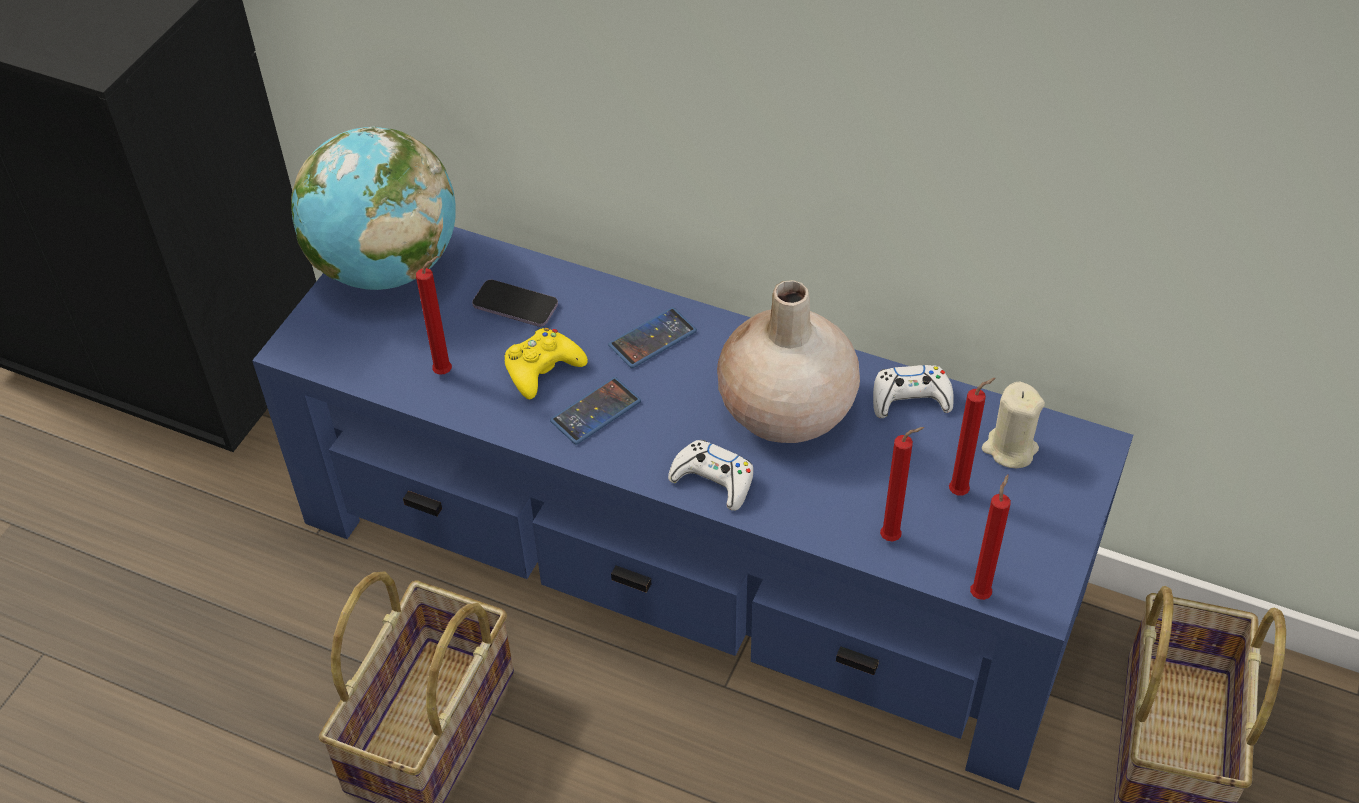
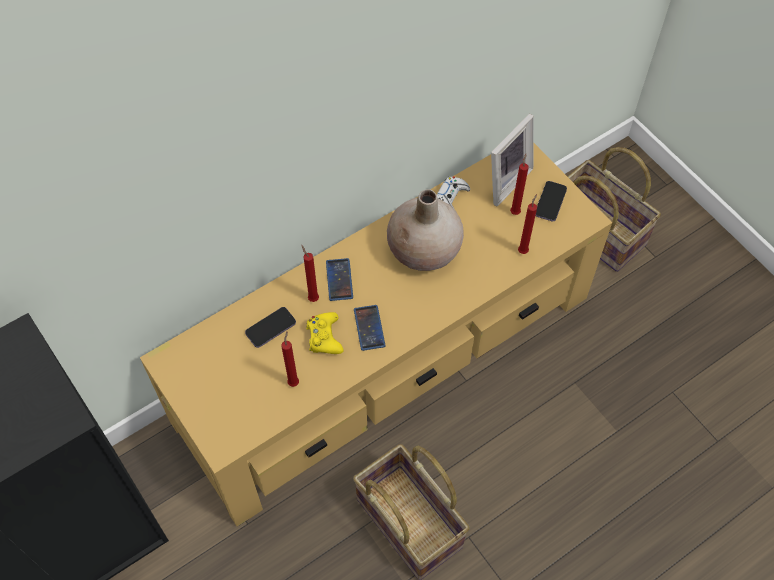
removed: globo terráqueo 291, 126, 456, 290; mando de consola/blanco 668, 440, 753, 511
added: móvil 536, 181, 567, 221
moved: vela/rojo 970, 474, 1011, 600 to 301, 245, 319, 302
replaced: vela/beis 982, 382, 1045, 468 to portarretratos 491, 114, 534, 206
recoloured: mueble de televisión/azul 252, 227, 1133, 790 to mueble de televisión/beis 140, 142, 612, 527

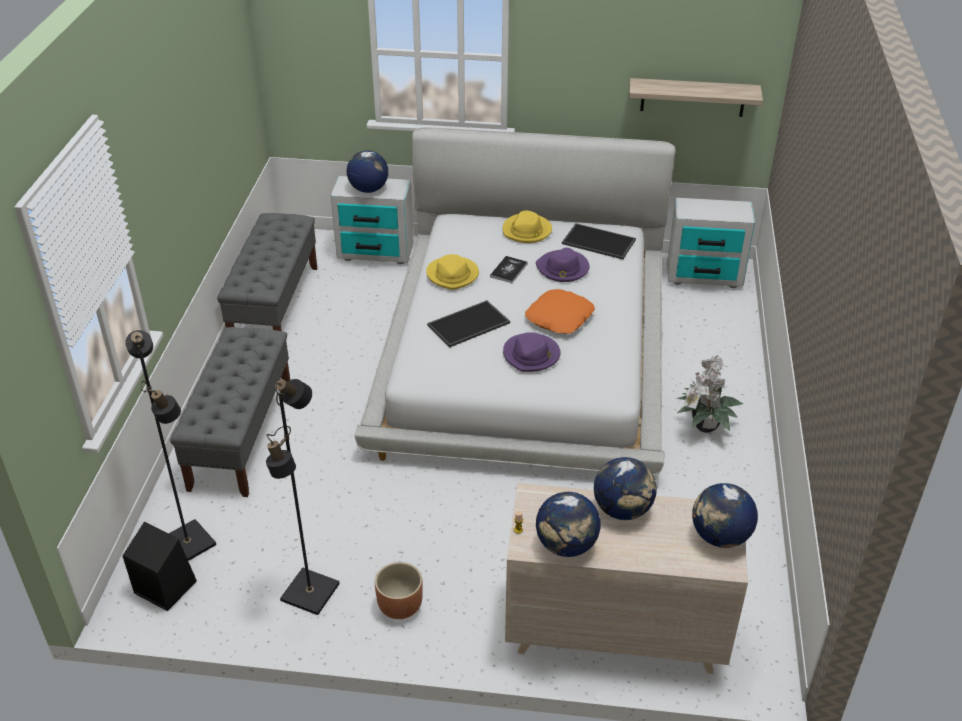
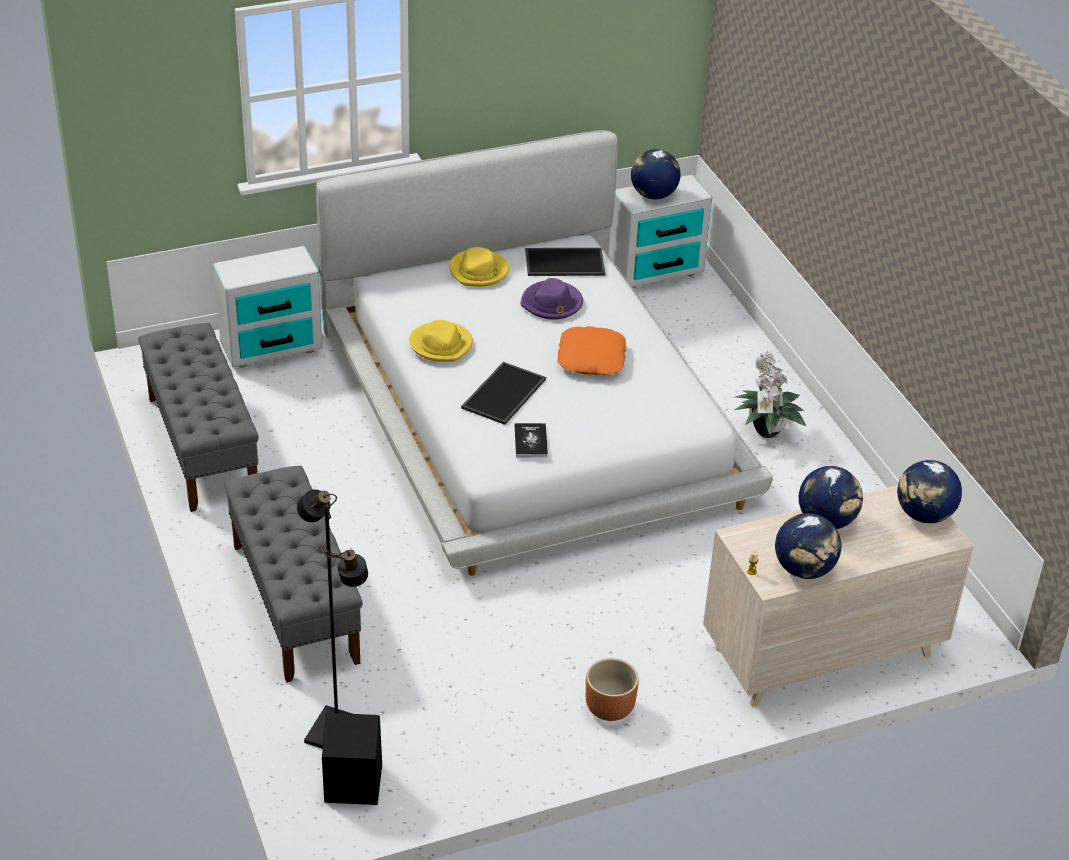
removed: lámpara de pie/negro 266, 379, 340, 615; sombrero/morado 503, 332, 561, 372; estante 629, 78, 763, 117
moved: globo terráqueo 347, 150, 388, 193 to 631, 149, 681, 200; libro 490, 256, 528, 283 to 515, 423, 548, 457

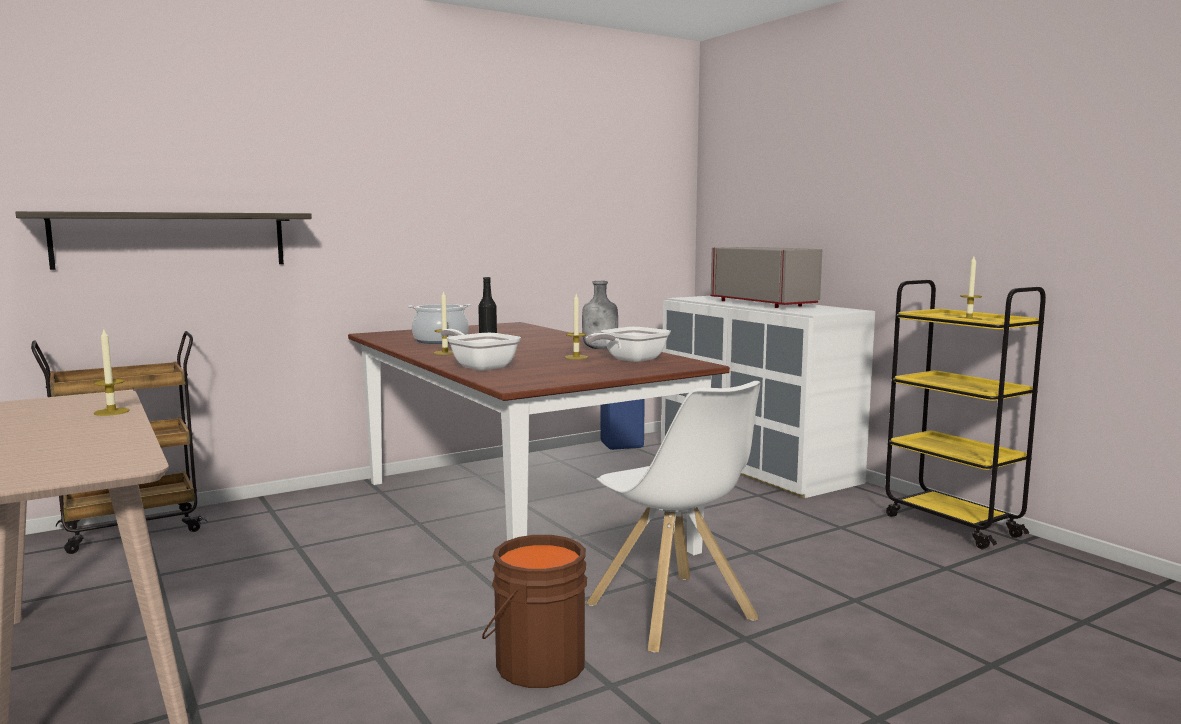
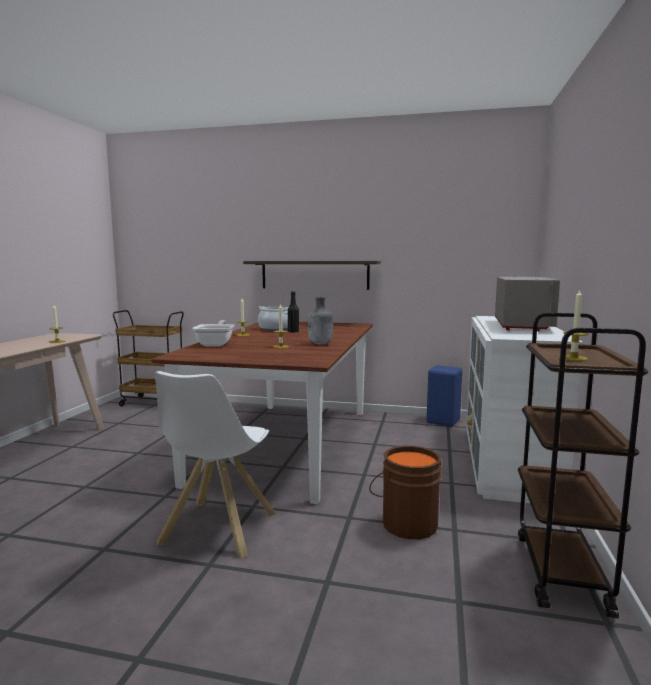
removed: sartén 585, 327, 671, 362
moved: estante 15, 211, 312, 270 to 243, 261, 380, 290; cubo/marrón 482, 535, 587, 688 to 369, 445, 442, 539
recoloured: carrito/amarillo 885, 280, 1046, 549 to carrito/marrón 518, 313, 648, 618

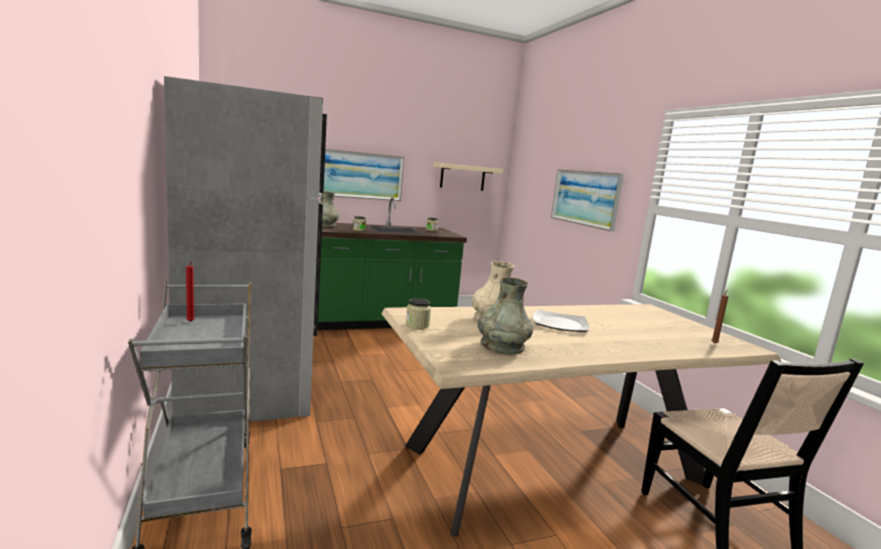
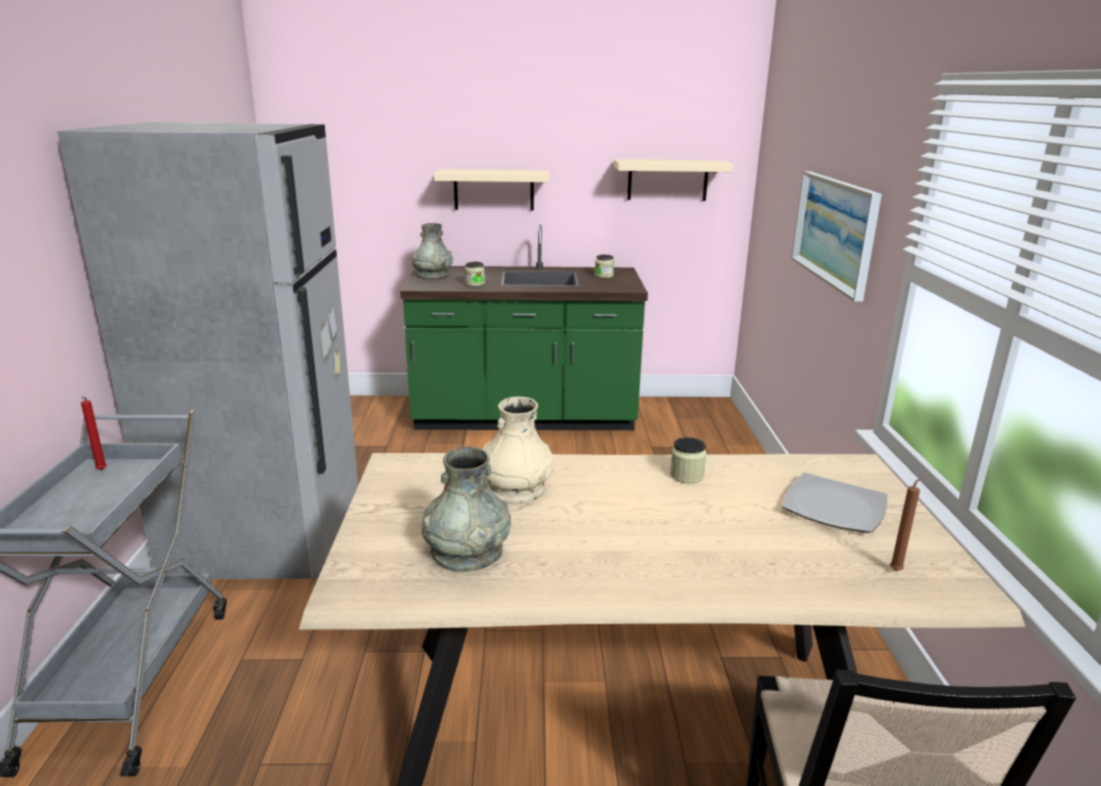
moved: tarro 406, 298, 431, 329 to 670, 437, 706, 483; plato 533, 309, 589, 332 to 782, 473, 888, 533
replaced: cuadro 319, 149, 404, 201 to estante/beis 434, 169, 550, 211

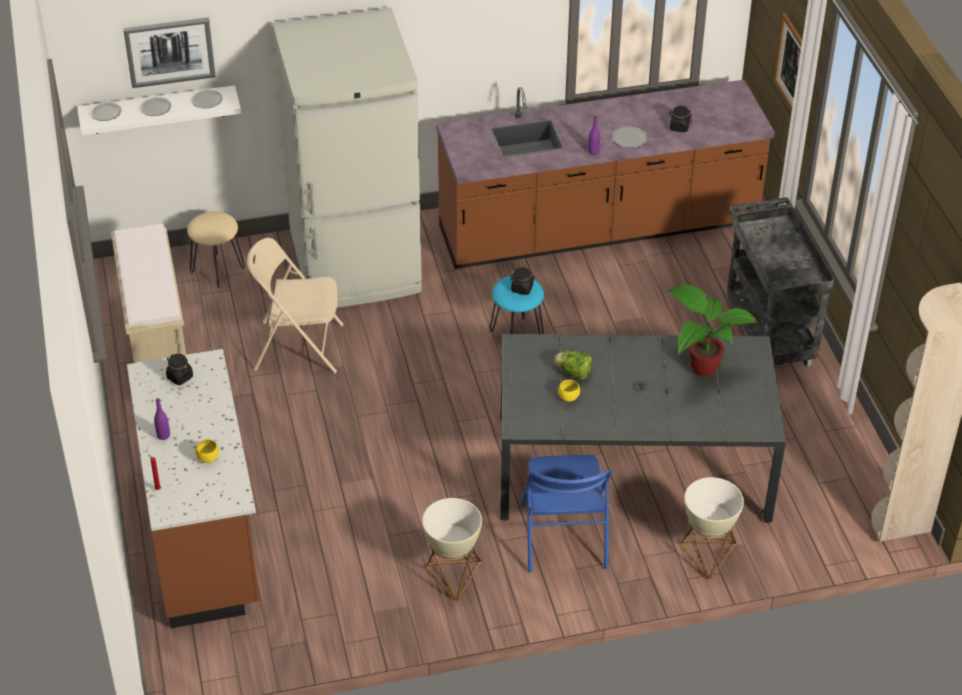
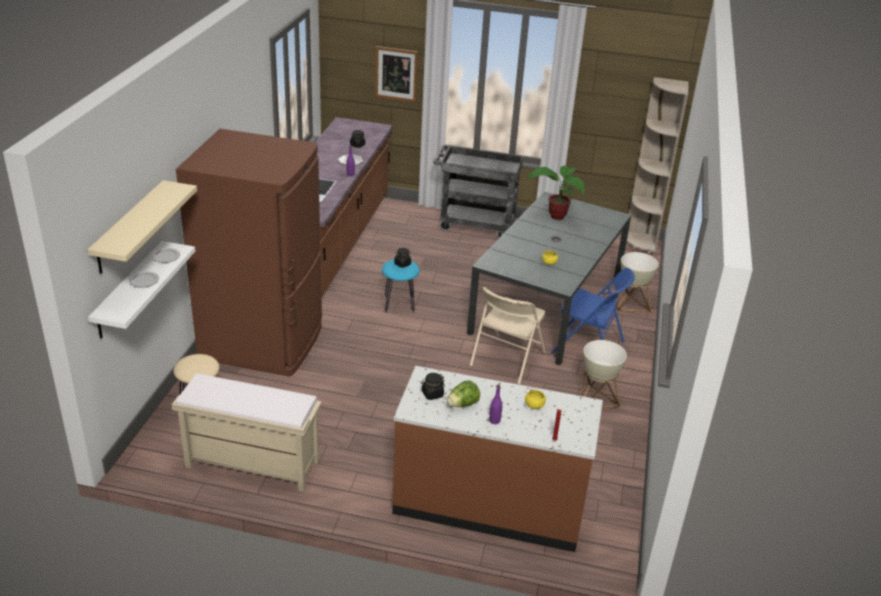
removed: plato 90, 102, 122, 121
moved: silla/beis 247, 238, 343, 374 to 469, 287, 546, 384; lechuga 554, 351, 592, 380 to 447, 380, 480, 407
replaced: cuadro 123, 17, 216, 88 to estante/beis 88, 180, 197, 274
recoloured: nevera/blanco 272, 8, 422, 307 to nevera/marrón 176, 129, 322, 377

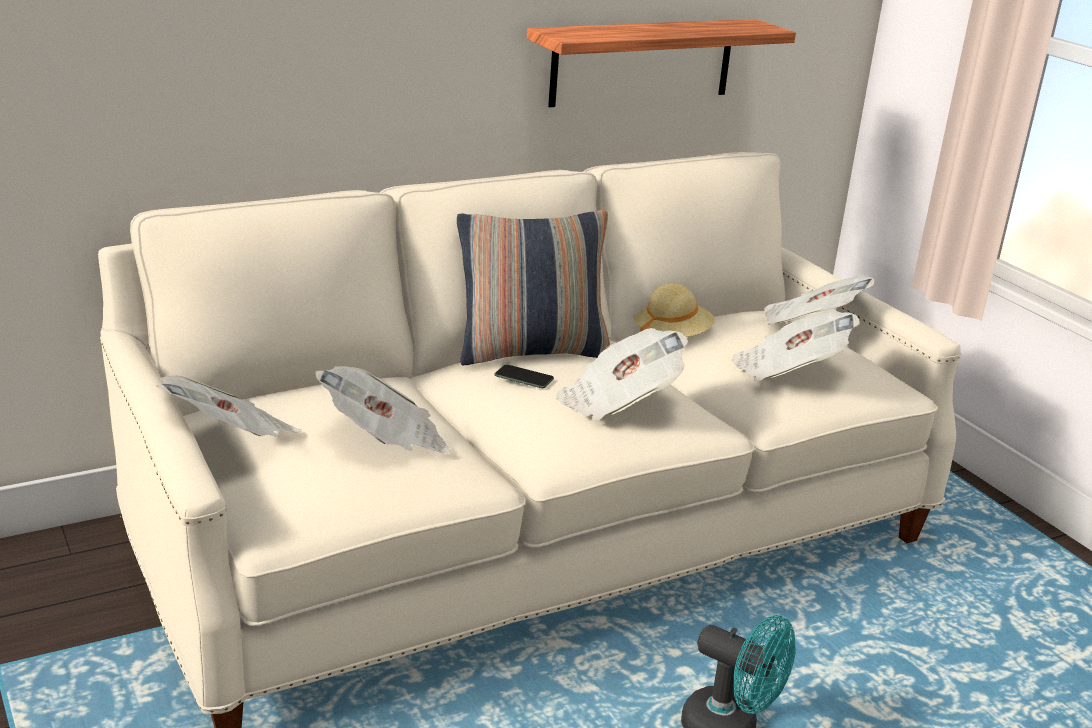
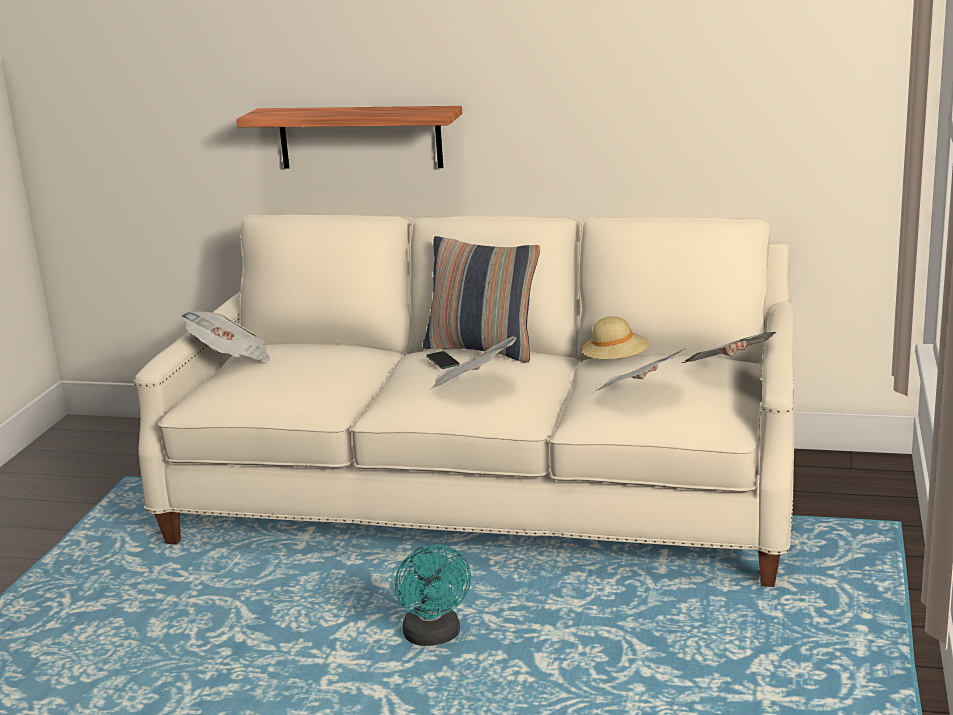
removed: periódico 315, 366, 451, 453
moved: estante 527, 19, 796, 107 to 236, 106, 462, 168

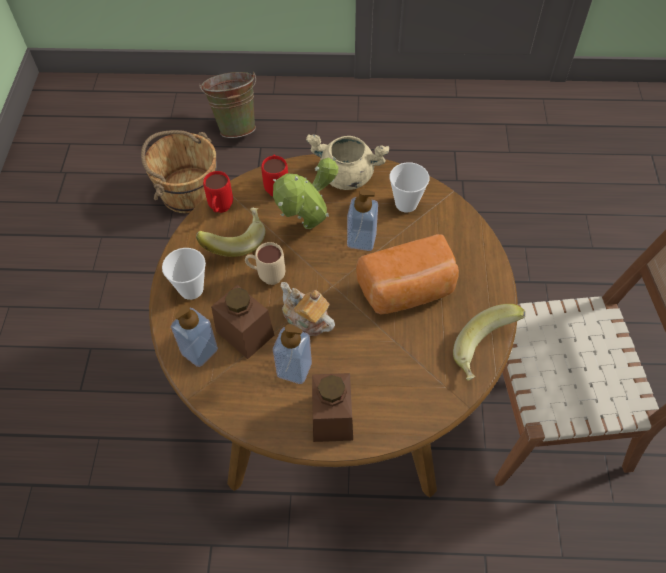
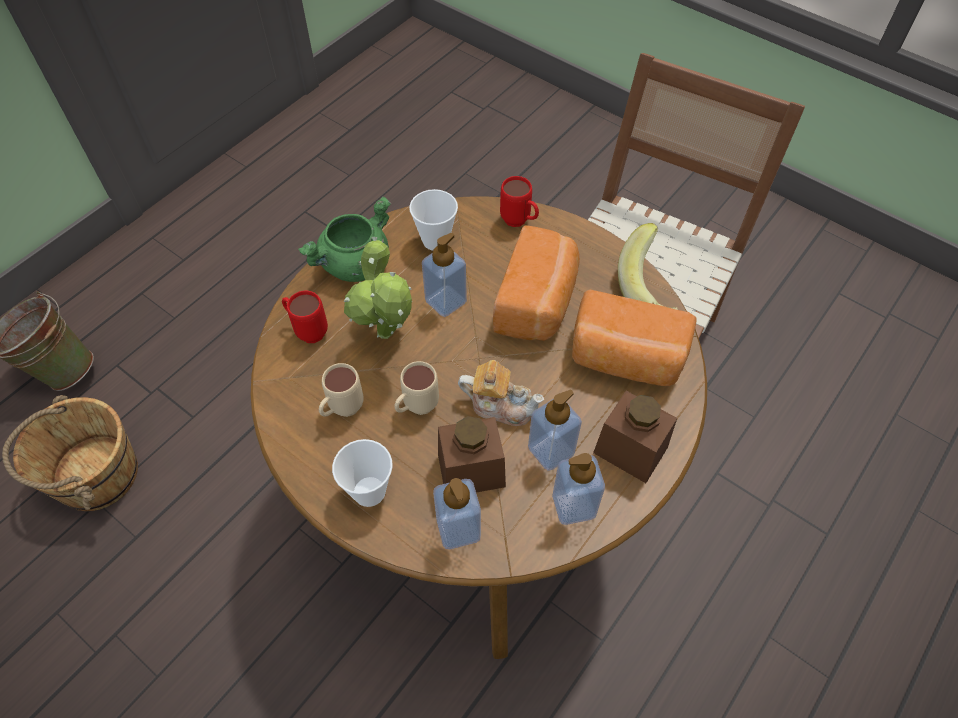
added: dispensador de jabón 552, 453, 605, 525; pan 572, 289, 697, 386
moved: taza grande/rojo 203, 171, 233, 213 to 500, 176, 539, 227
replaced: plátano 196, 208, 265, 257 to taza grande/beis 319, 363, 364, 417
recoloured: olla/beis 306, 134, 389, 190 to olla/verde 298, 196, 391, 282
turned: tetera 280, 282, 335, 336 = 458, 360, 544, 426 150 degrees counterclockwise

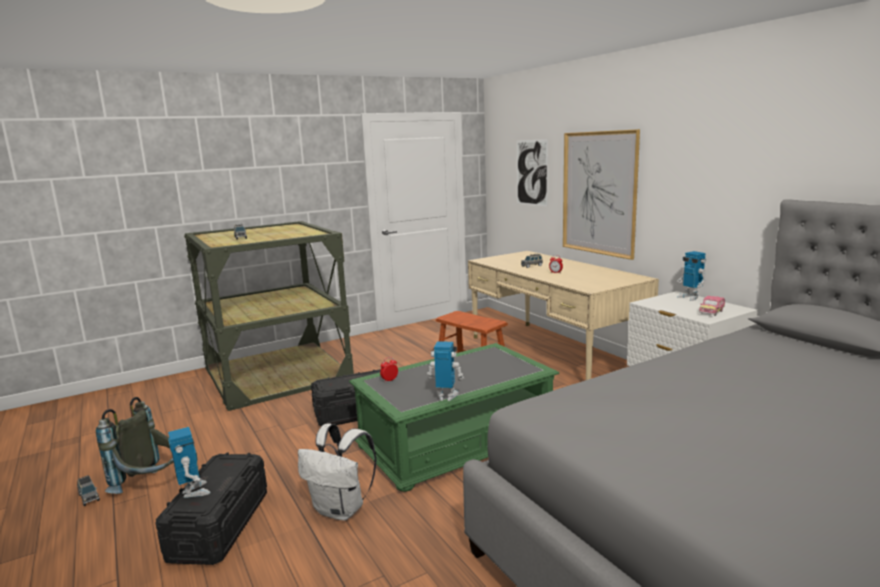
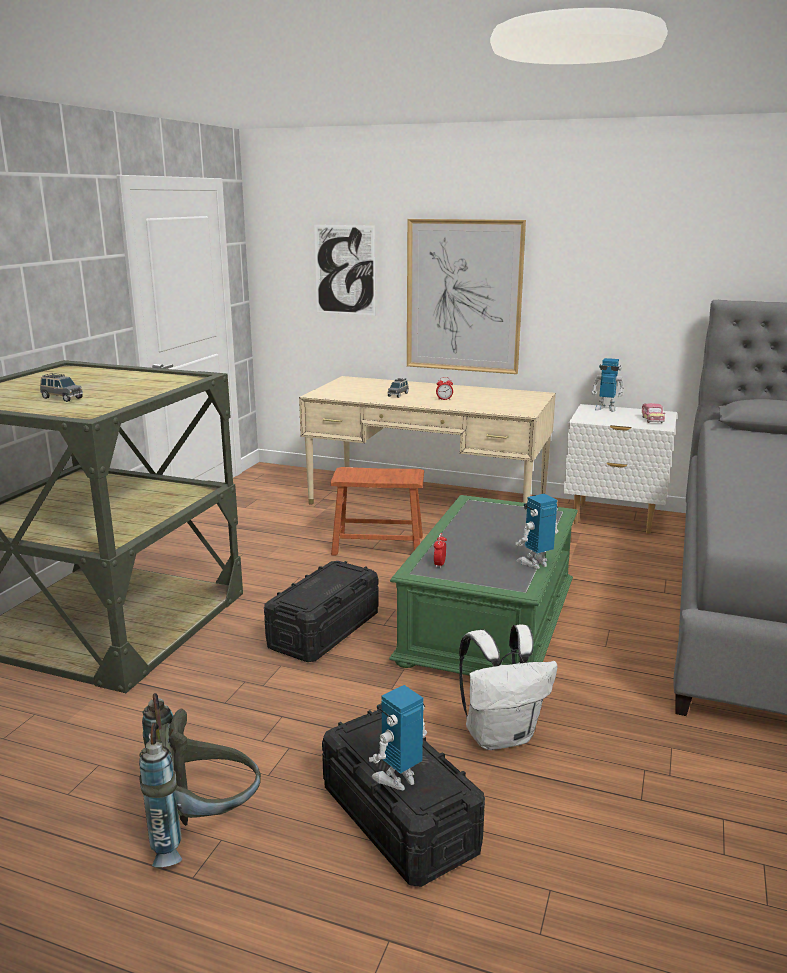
removed: coche de juguete/gris 77, 475, 100, 506
turned: robot de juguete 168, 427, 211, 498 = 369, 685, 427, 790 60 degrees counterclockwise

